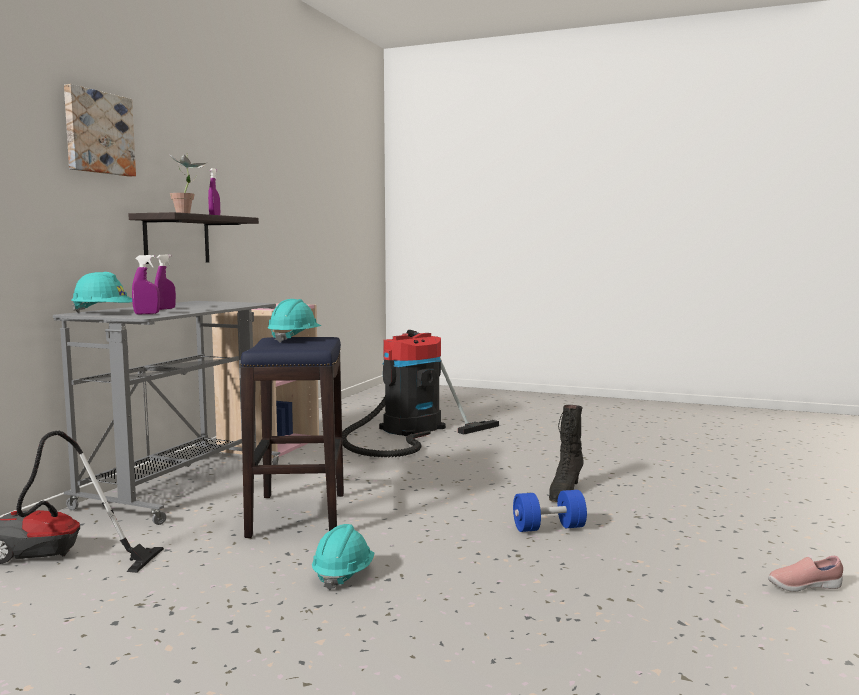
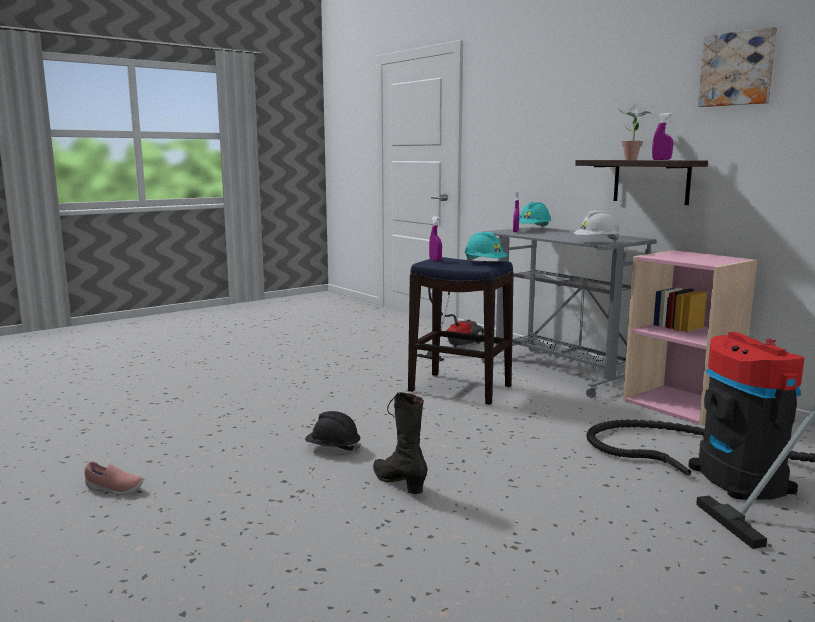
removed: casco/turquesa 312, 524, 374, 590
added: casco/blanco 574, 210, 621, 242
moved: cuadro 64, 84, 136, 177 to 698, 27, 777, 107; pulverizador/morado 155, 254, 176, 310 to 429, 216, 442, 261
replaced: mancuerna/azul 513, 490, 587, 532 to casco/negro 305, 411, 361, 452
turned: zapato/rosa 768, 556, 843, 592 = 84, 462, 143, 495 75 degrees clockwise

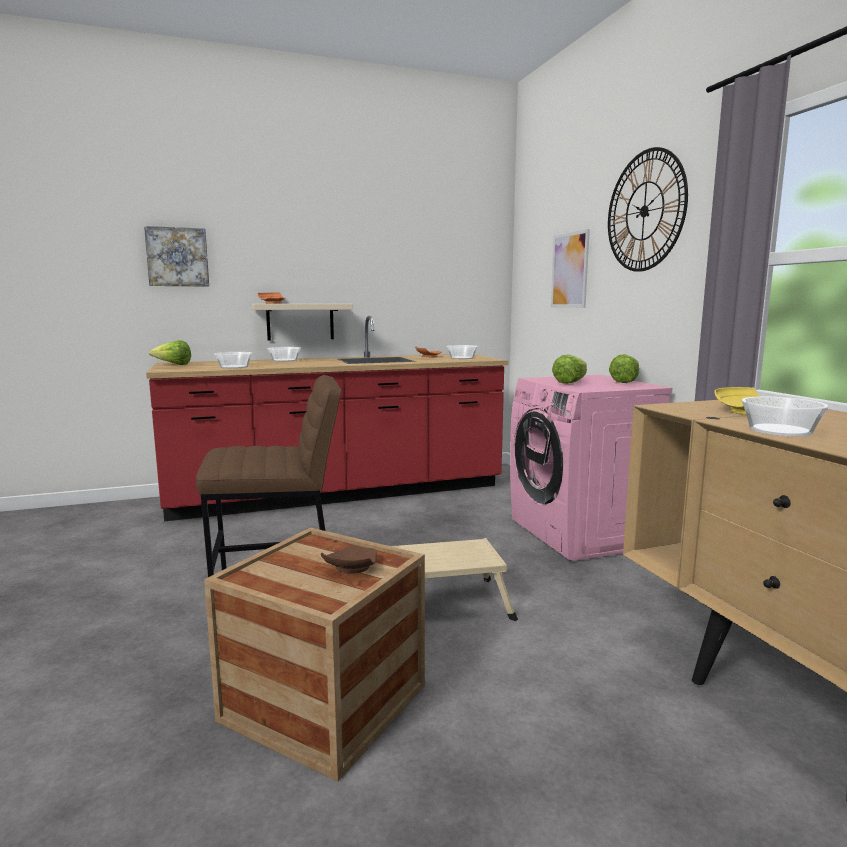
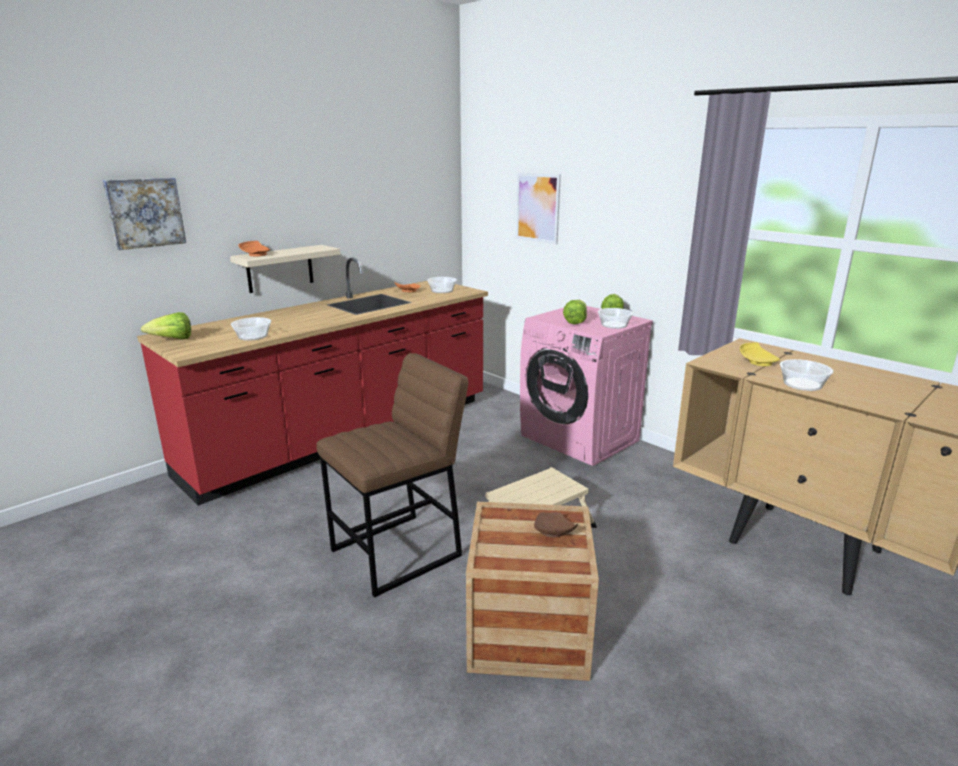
removed: reloj de pared 608, 147, 688, 272
moved: cuenco 268, 347, 301, 362 to 598, 308, 633, 329

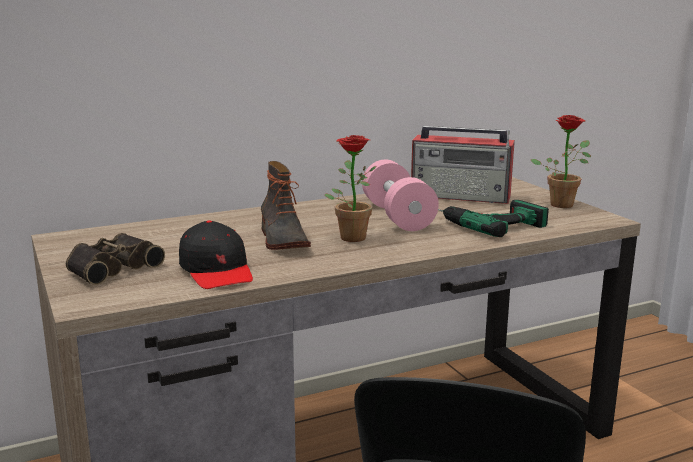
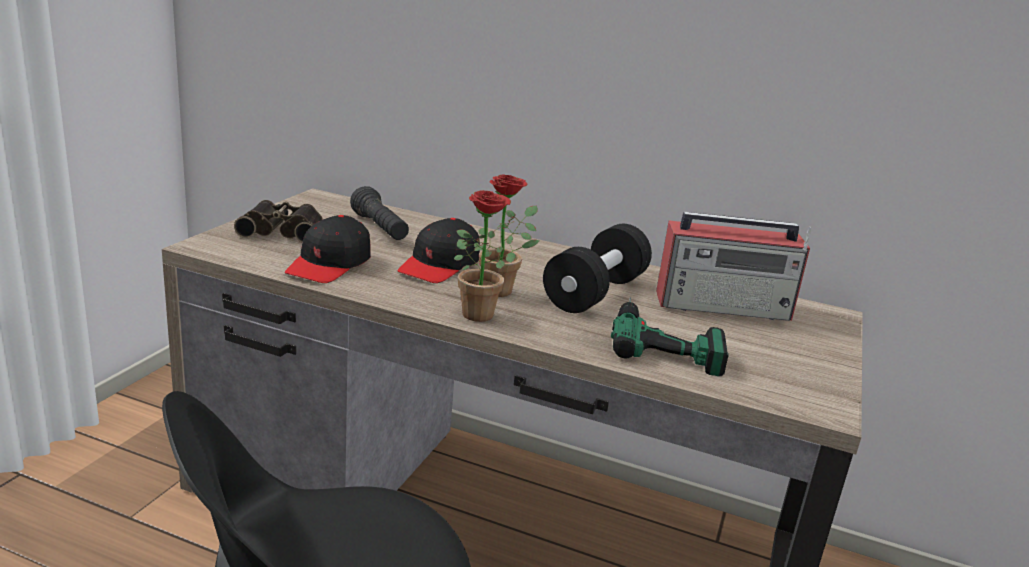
added: linterna/negro 350, 186, 409, 240
moved: planta en maceta 531, 115, 591, 208 to 454, 190, 540, 322
replaced: bota 261, 161, 311, 250 to gorra/negro 398, 218, 480, 283
recoloured: mancuerna/rosa 362, 160, 439, 231 to mancuerna/negro 543, 224, 652, 313
turned: radio 411, 126, 515, 204 = 656, 212, 811, 321 60 degrees counterclockwise

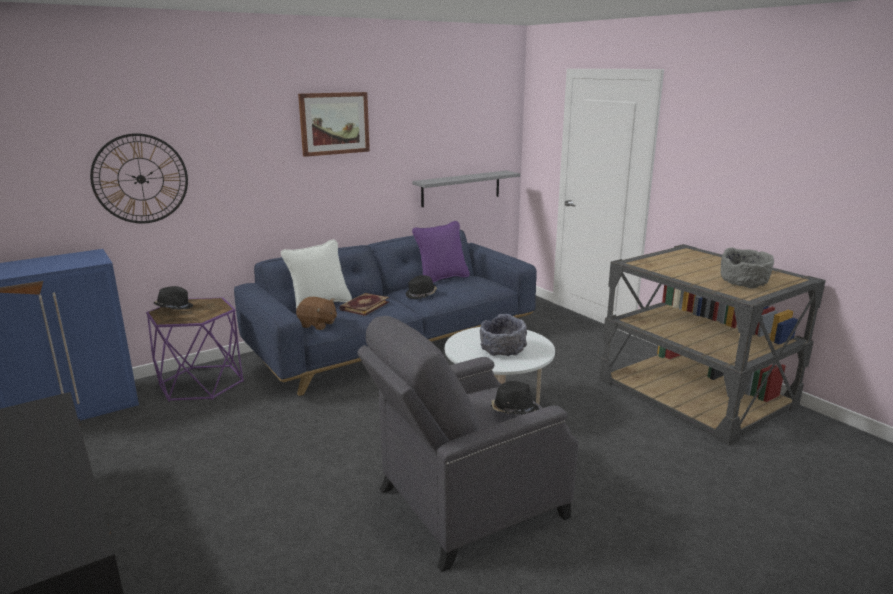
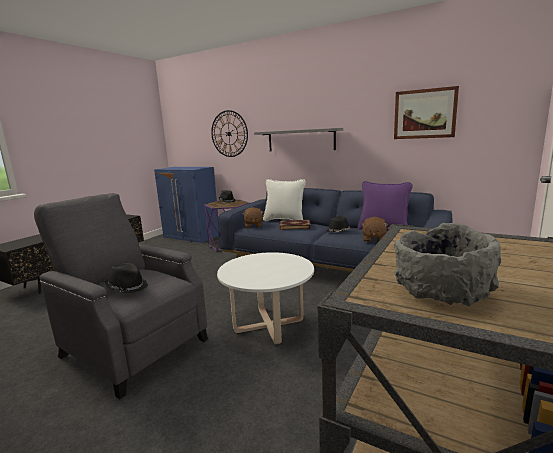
removed: cuenco/gris 480, 314, 527, 356
added: peluche/marrón 361, 217, 388, 242
moved: cuadro 298, 92, 370, 157 to 394, 86, 459, 139; estante/gris 412, 171, 520, 207 to 254, 128, 343, 151

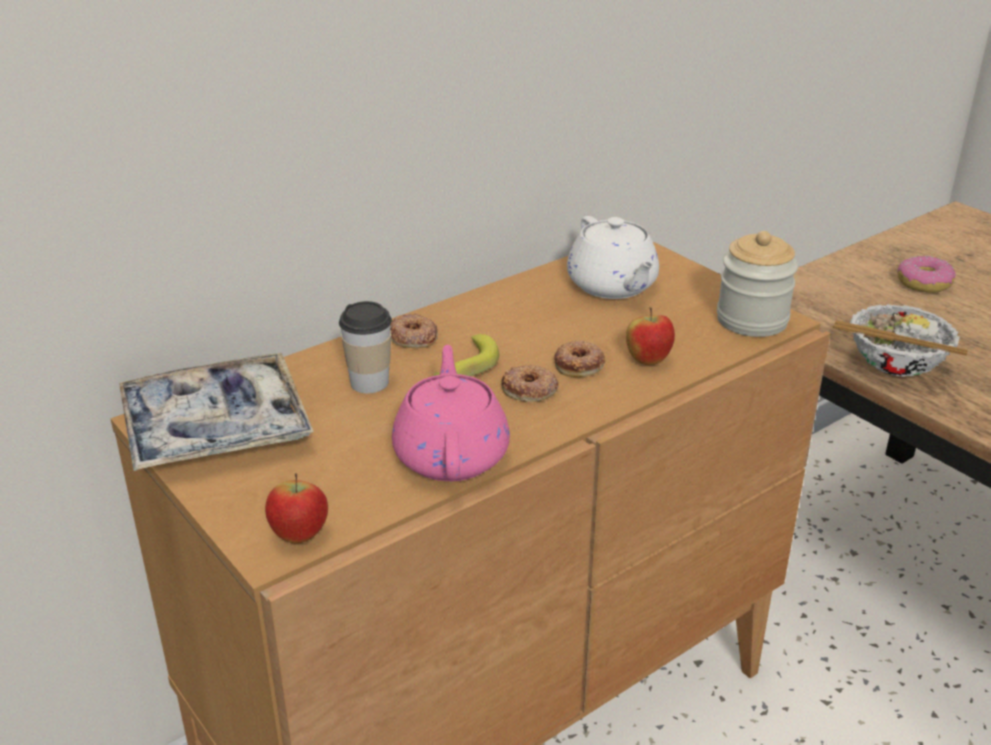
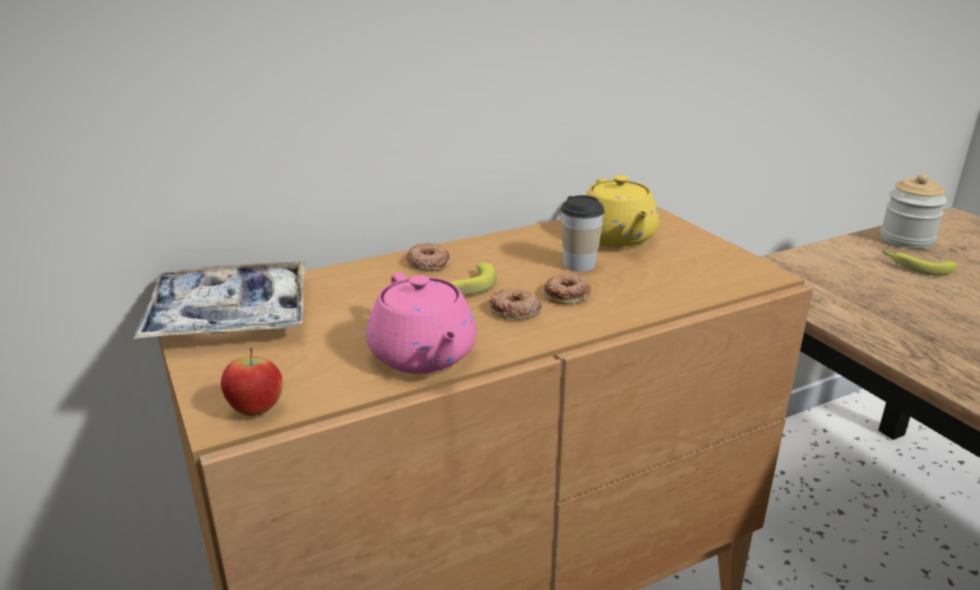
removed: manzana 626, 307, 675, 365; cuenco 833, 304, 968, 377
moved: taza 339, 301, 392, 393 to 561, 195, 605, 272; tarro 717, 231, 798, 337 to 880, 174, 947, 249
replaced: rosquilla 897, 256, 956, 293 to plátano 882, 250, 957, 276
recoloured: tetera/blanco 567, 216, 659, 299 to tetera/amarillo 586, 175, 659, 247
turned: tetera/rosa 392, 345, 510, 481 = 366, 272, 476, 374 150 degrees clockwise

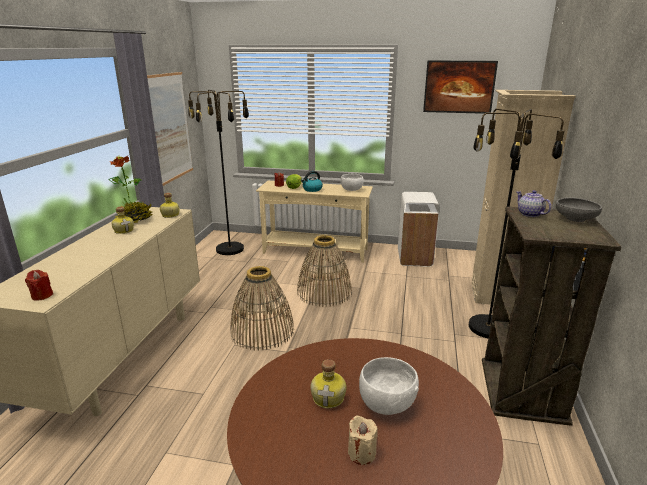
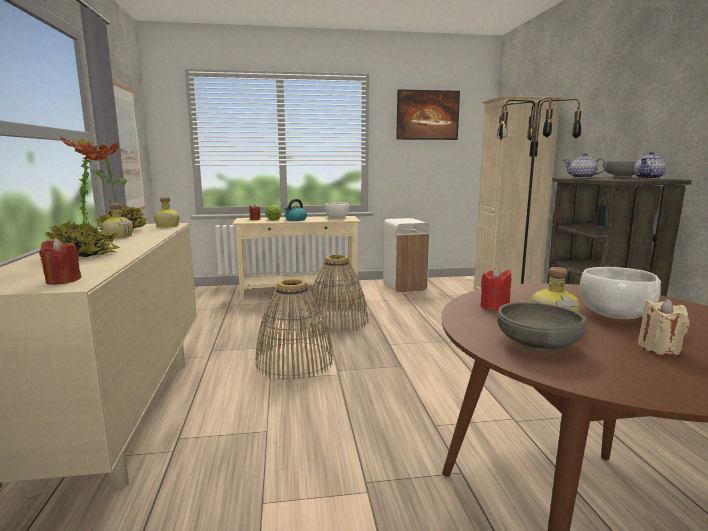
removed: lámpara de pie 188, 90, 249, 255
added: planta en maceta 46, 137, 120, 257; vela/rojo 480, 267, 511, 311; cuenco/gris 497, 302, 587, 352; tetera 634, 151, 666, 179

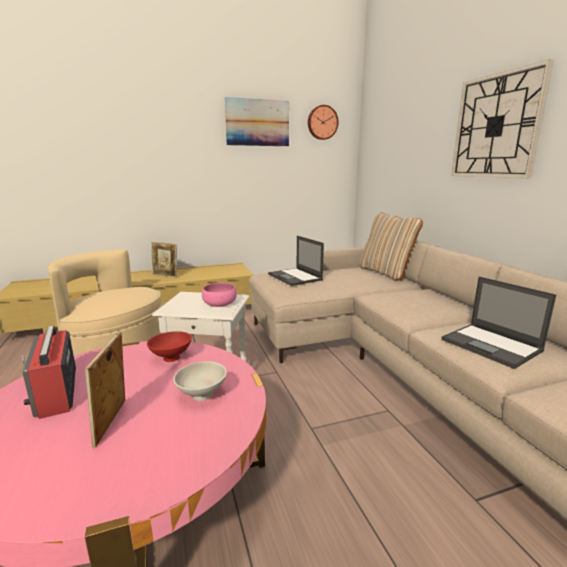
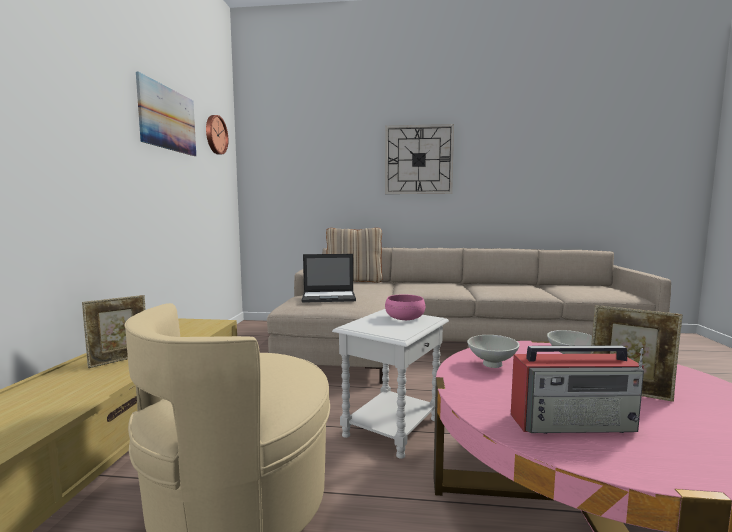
removed: portátil 442, 277, 556, 369
recoloured: cuenco/rojo 147, 331, 192, 362 to cuenco/blanco 467, 335, 519, 368

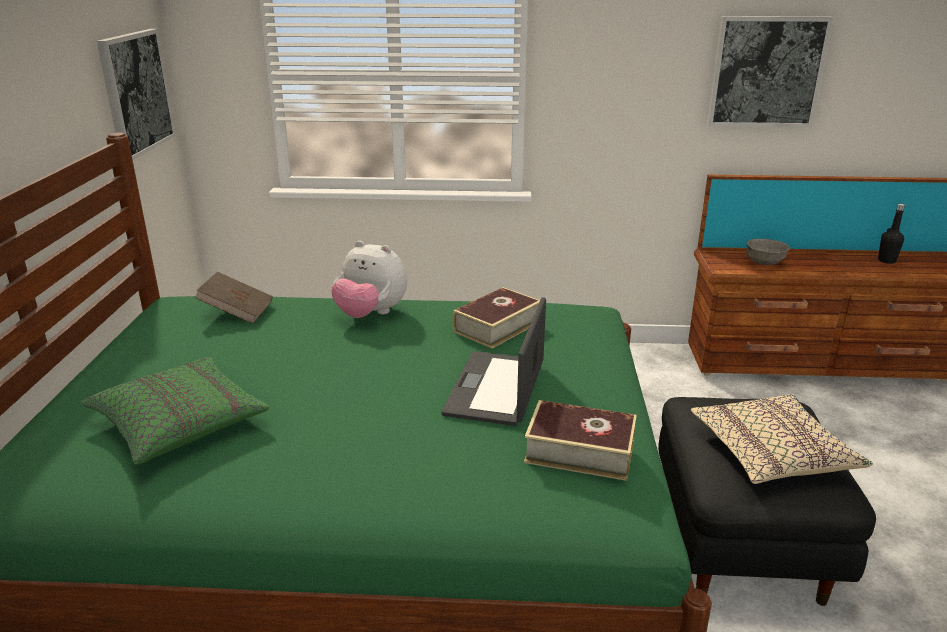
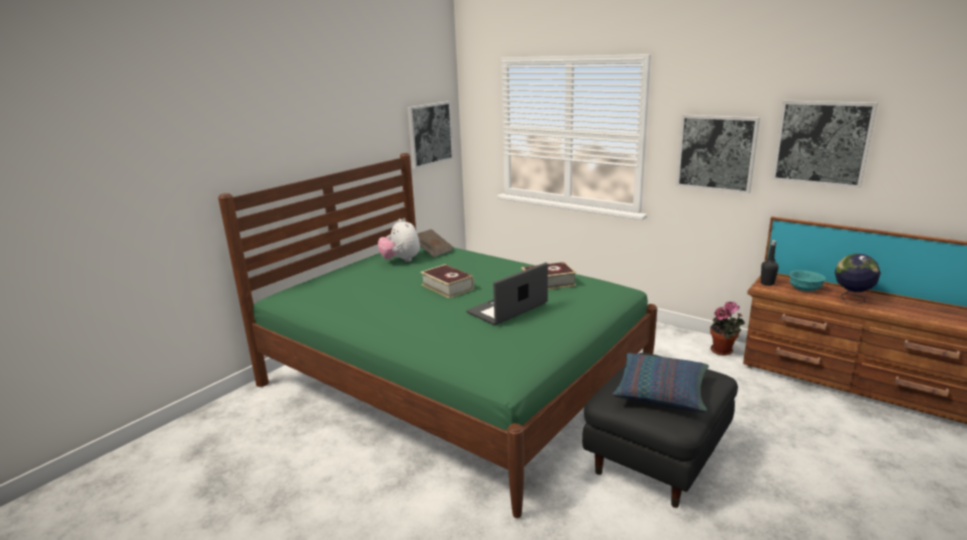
removed: cojín/verde 81, 357, 270, 465
added: cuadro 676, 115, 760, 194; planta en maceta 710, 302, 745, 356; globo terráqueo 835, 253, 881, 304
moved: peluche 331, 241, 407, 318 to 378, 219, 420, 262; libro 524, 400, 637, 481 to 421, 264, 474, 298; botella/negro 878, 204, 905, 264 to 761, 240, 779, 286
recoloured: cojín/beis 691, 394, 873, 484 to cojín/azul 613, 353, 709, 412; cuenco/gris 746, 239, 790, 265 to cuenco/turquesa 790, 270, 826, 291

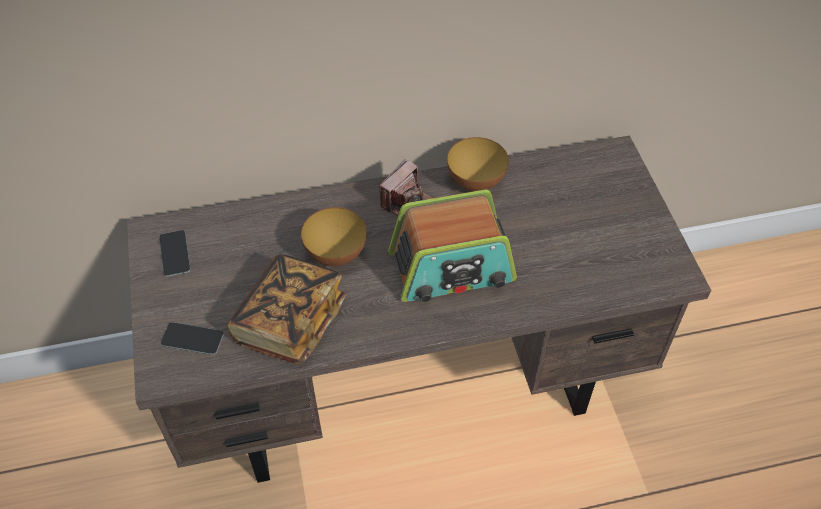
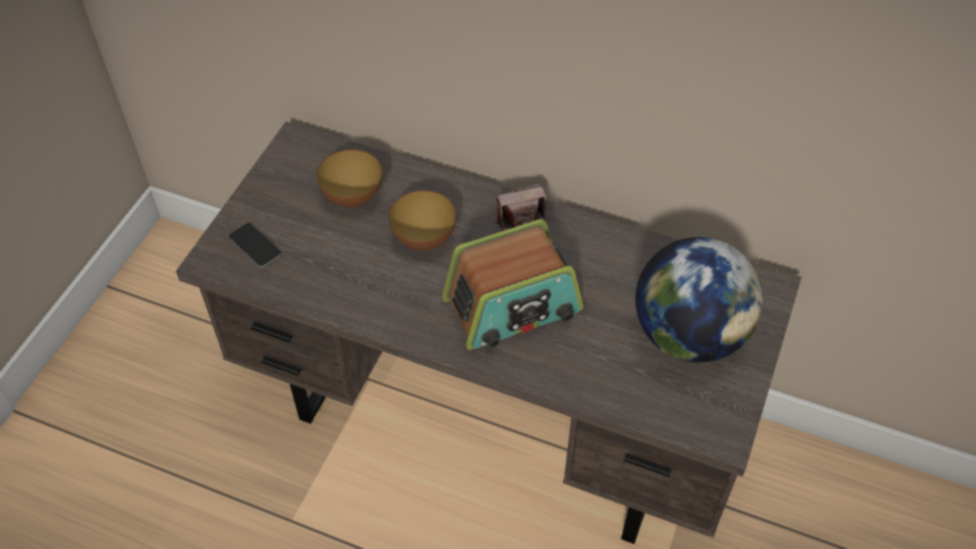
removed: móvil 159, 230, 190, 277; libro 227, 254, 346, 365
added: globo terráqueo 635, 237, 763, 362
moved: cuenco 447, 137, 509, 191 to 317, 149, 382, 208
turned: radio 388, 190, 517, 302 = 442, 219, 583, 350 45 degrees counterclockwise

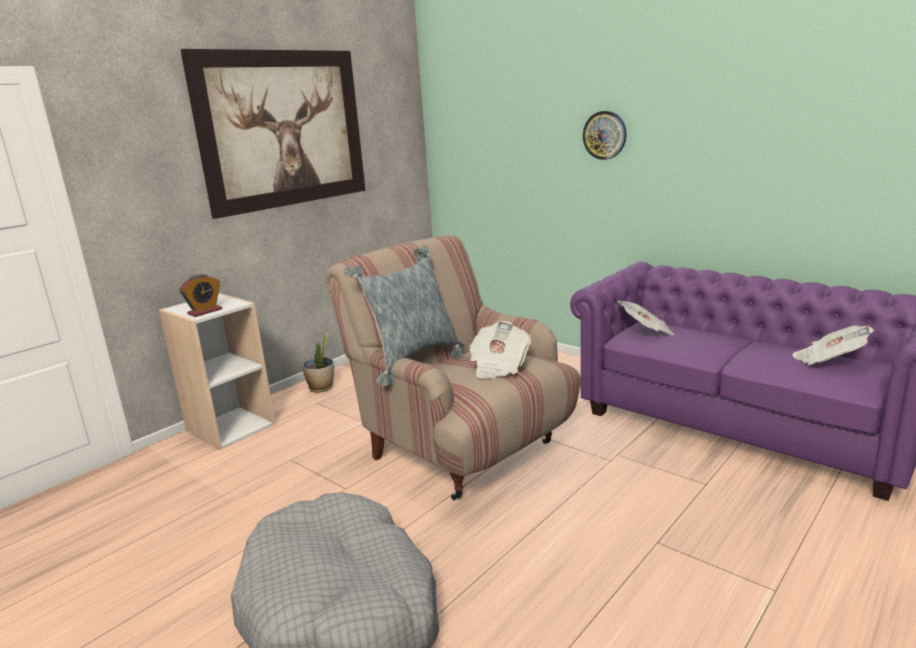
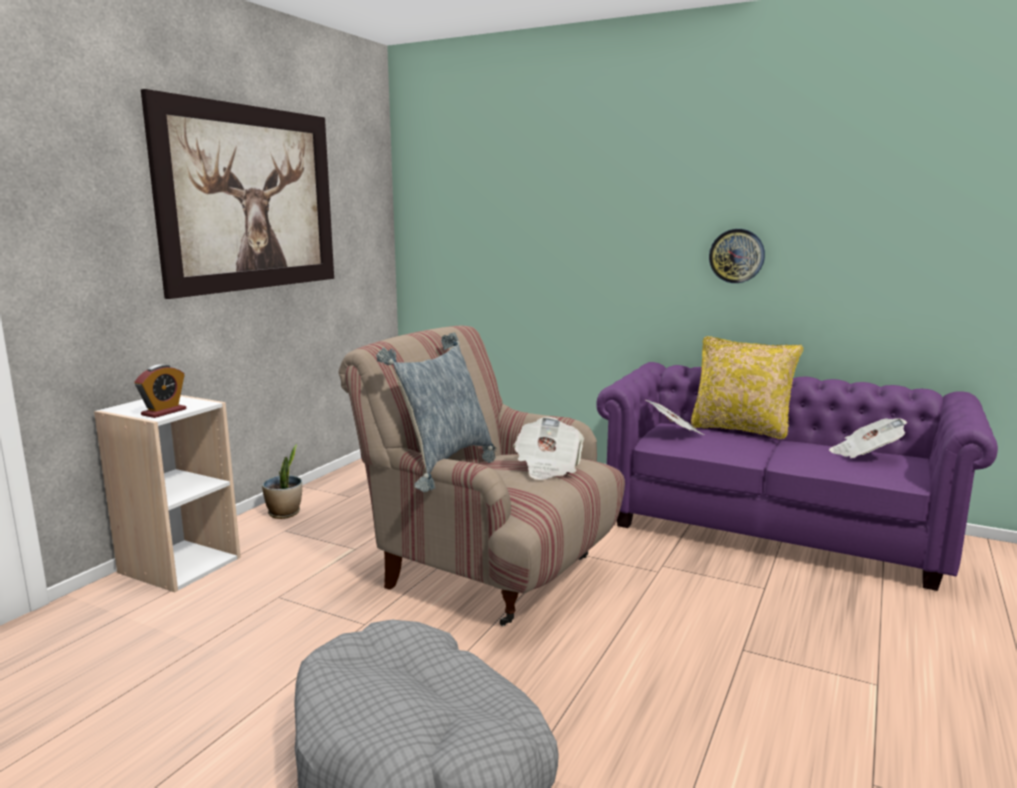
added: cojín/amarillo 691, 336, 804, 439
moved: reloj de pared 583, 111, 626, 160 to 709, 229, 765, 283

